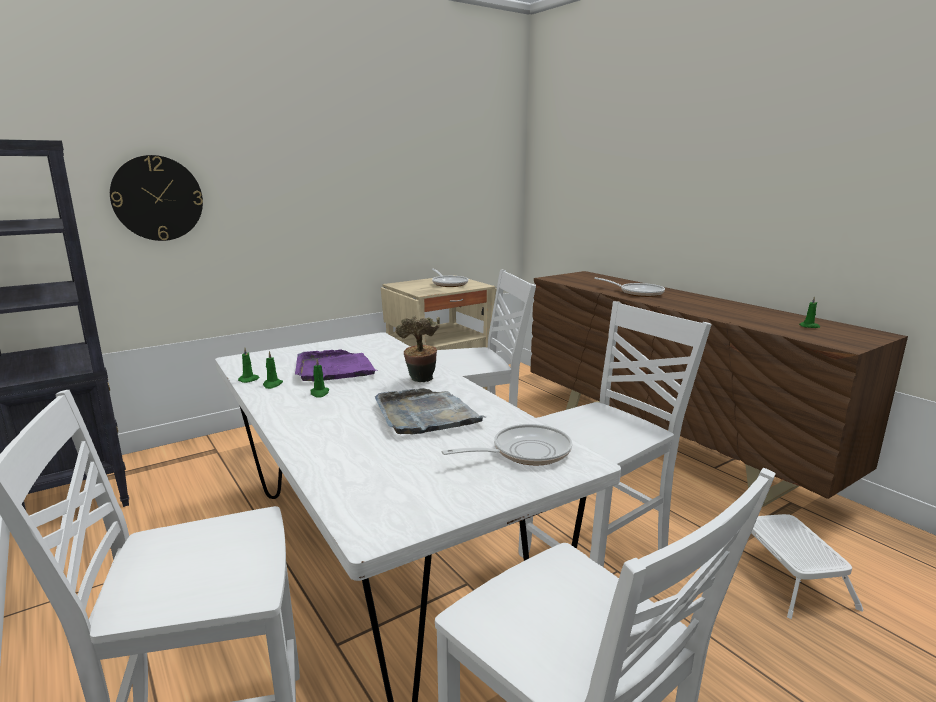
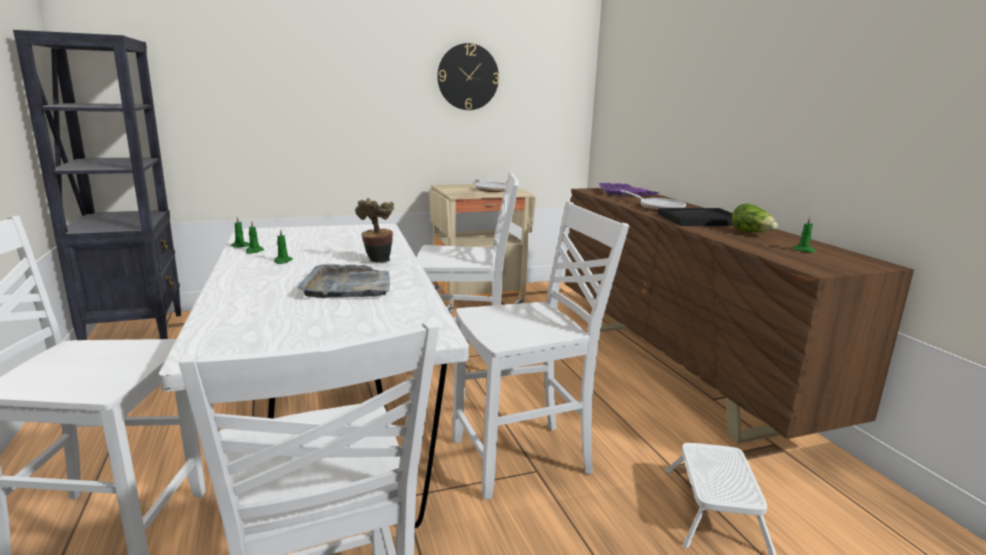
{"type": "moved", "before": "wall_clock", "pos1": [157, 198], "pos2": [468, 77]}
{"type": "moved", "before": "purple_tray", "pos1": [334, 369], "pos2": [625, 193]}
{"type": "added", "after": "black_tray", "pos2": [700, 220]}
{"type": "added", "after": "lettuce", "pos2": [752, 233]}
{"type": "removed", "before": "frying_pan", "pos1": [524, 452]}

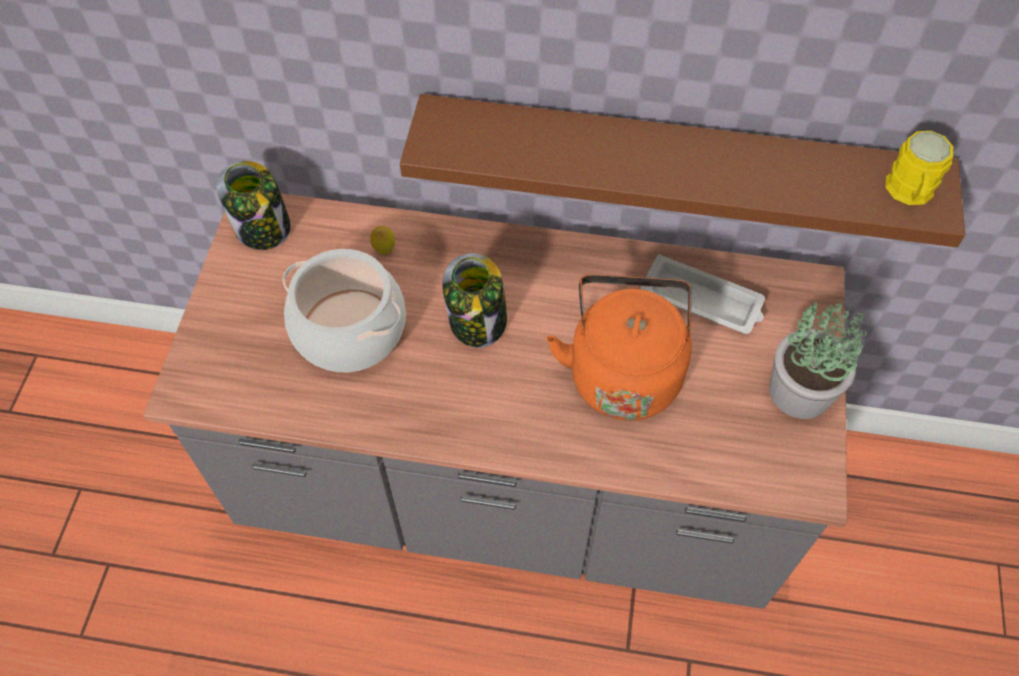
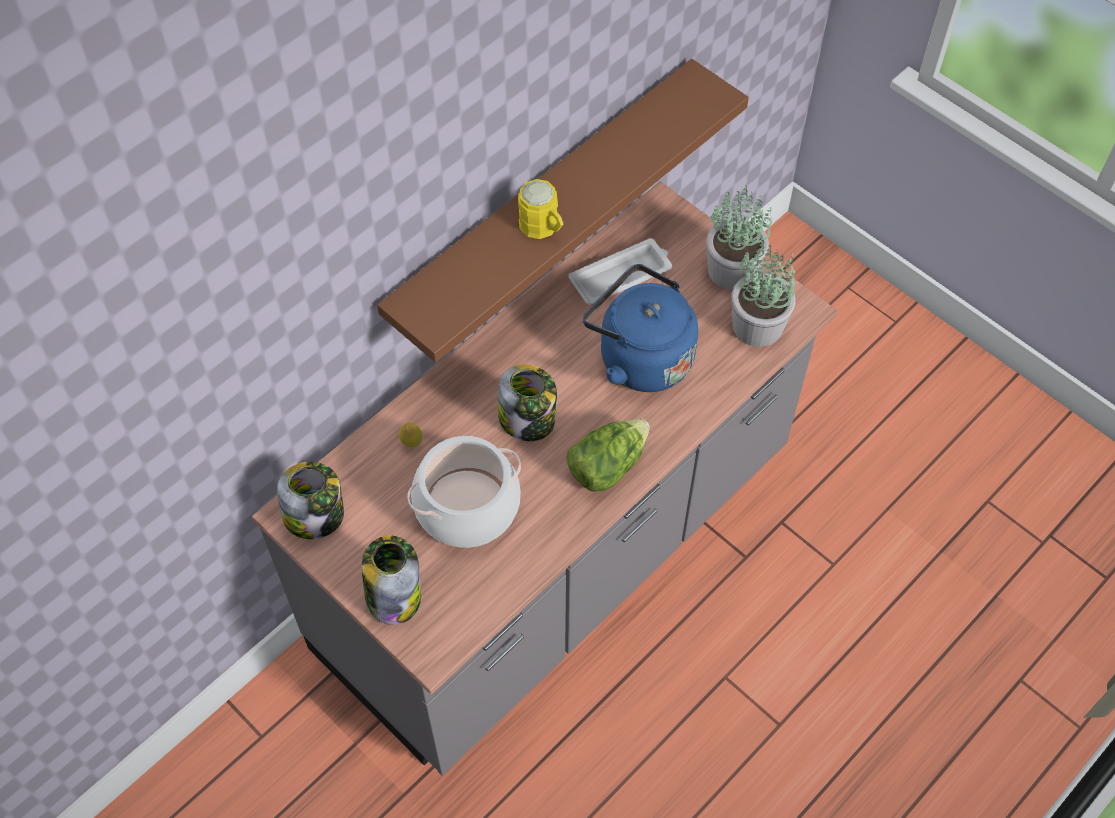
{"type": "added", "after": "jar", "pos2": [393, 595]}
{"type": "moved", "before": "yellow_mug", "pos1": [909, 193], "pos2": [543, 228]}
{"type": "added", "after": "lettuce", "pos2": [607, 465]}
{"type": "recoloured", "before": "orange_kettle", "after": "blue_kettle", "pos1": [623, 371], "pos2": [640, 357]}
{"type": "added", "after": "potted_plant", "pos2": [756, 325]}

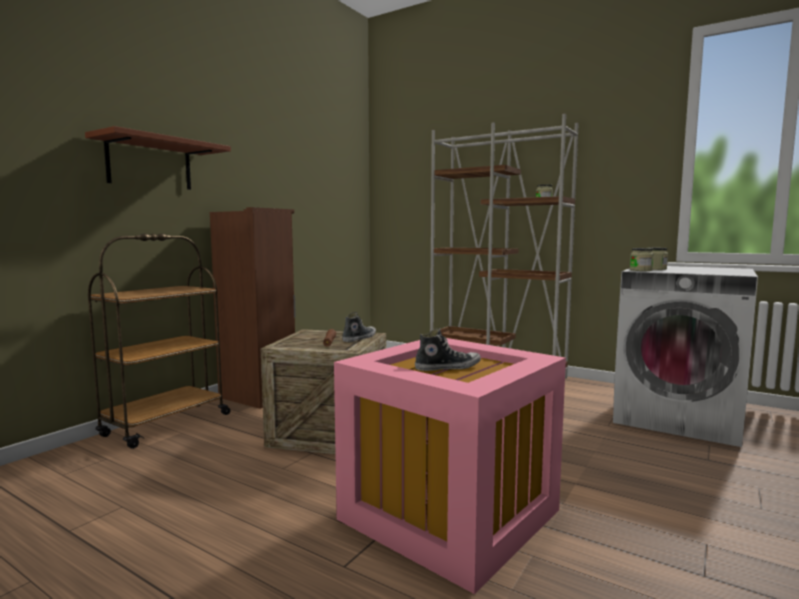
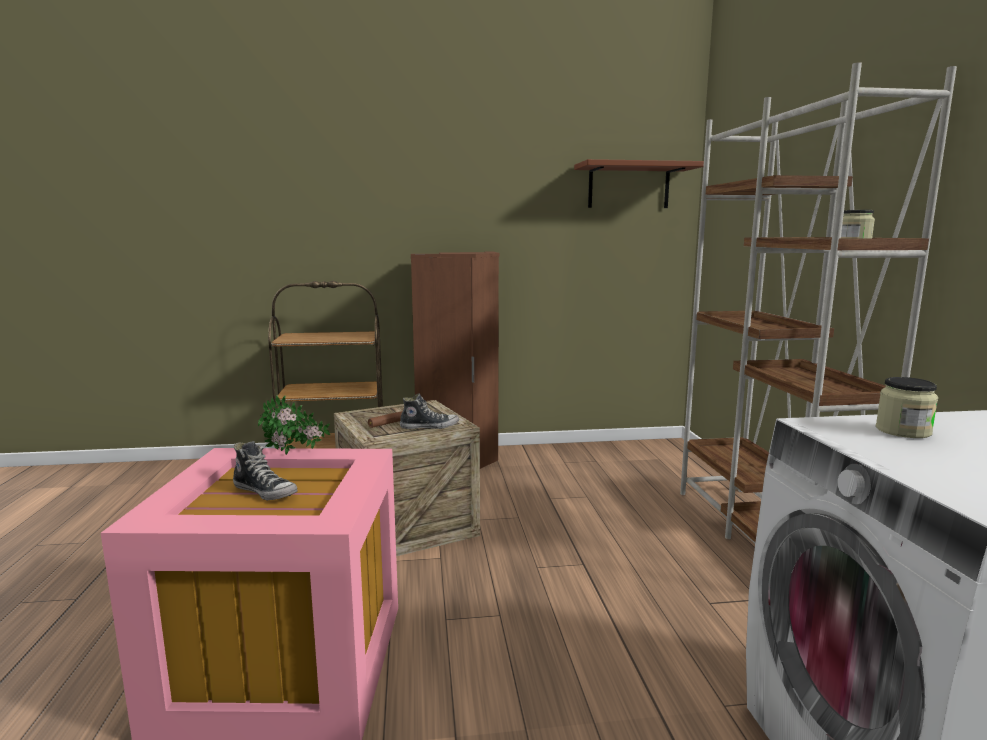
{"type": "added", "after": "potted_plant", "pos2": [295, 453]}
{"type": "moved", "before": "brown_shelf", "pos1": [150, 164], "pos2": [628, 186]}
{"type": "removed", "before": "jar", "pos1": [640, 270]}

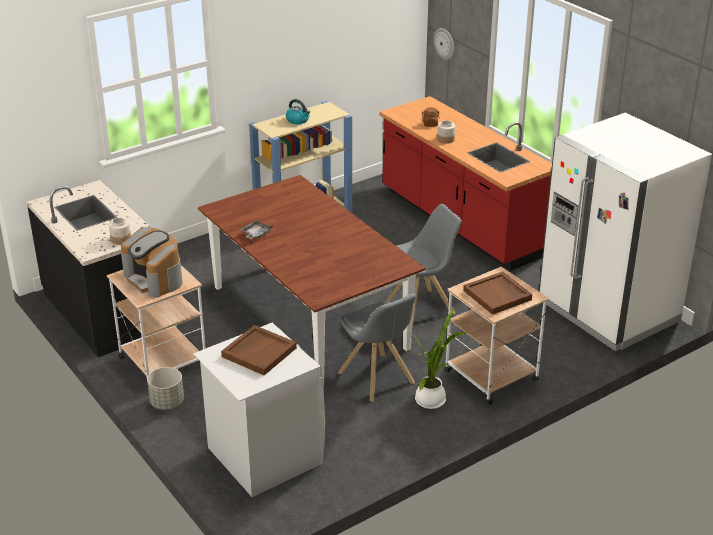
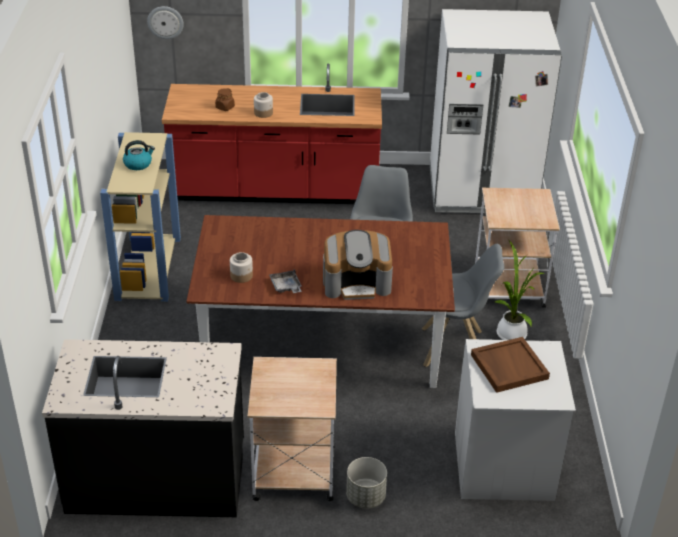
{"type": "moved", "before": "jar", "pos1": [121, 239], "pos2": [241, 276]}
{"type": "moved", "before": "coffee_machine", "pos1": [154, 279], "pos2": [357, 283]}
{"type": "removed", "before": "brown_tray", "pos1": [498, 295]}

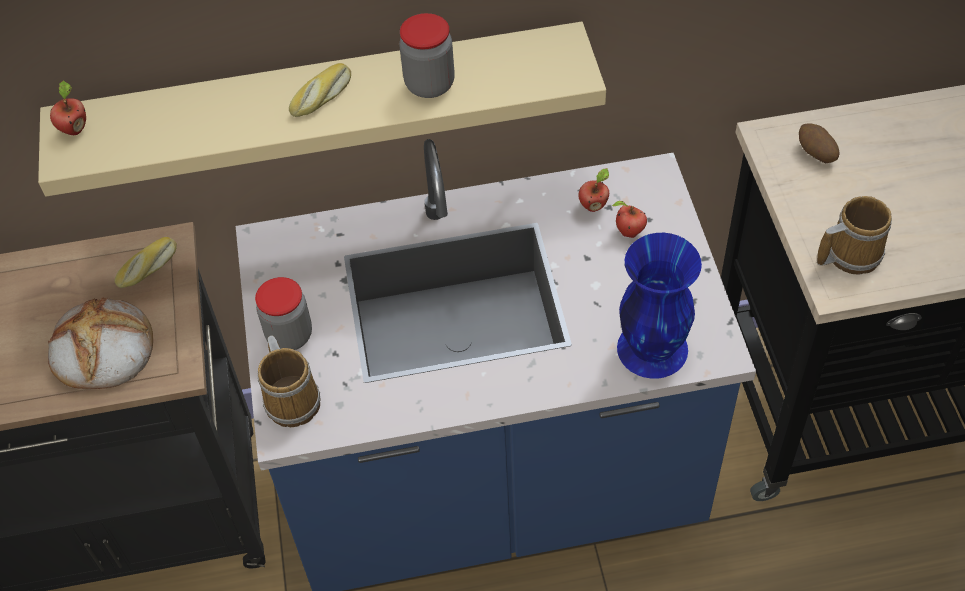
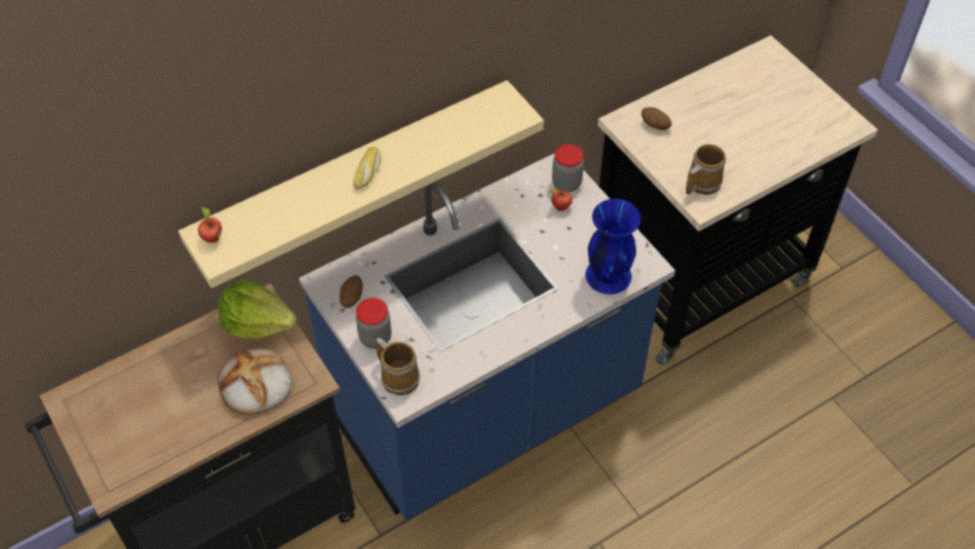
{"type": "replaced", "before": "bread", "after": "lettuce", "pos1": [149, 268], "pos2": [257, 322]}
{"type": "added", "after": "potato", "pos2": [351, 298]}
{"type": "moved", "before": "jar", "pos1": [429, 84], "pos2": [566, 183]}
{"type": "removed", "before": "apple", "pos1": [593, 205]}

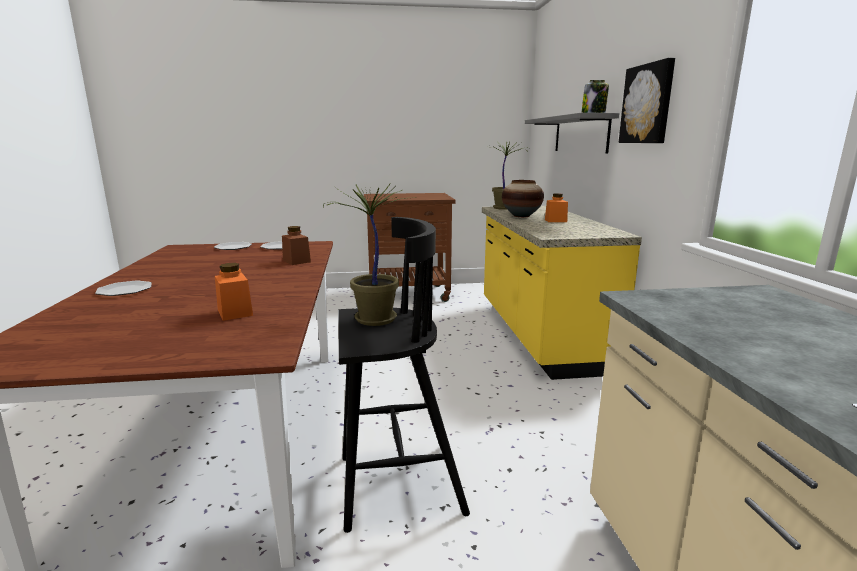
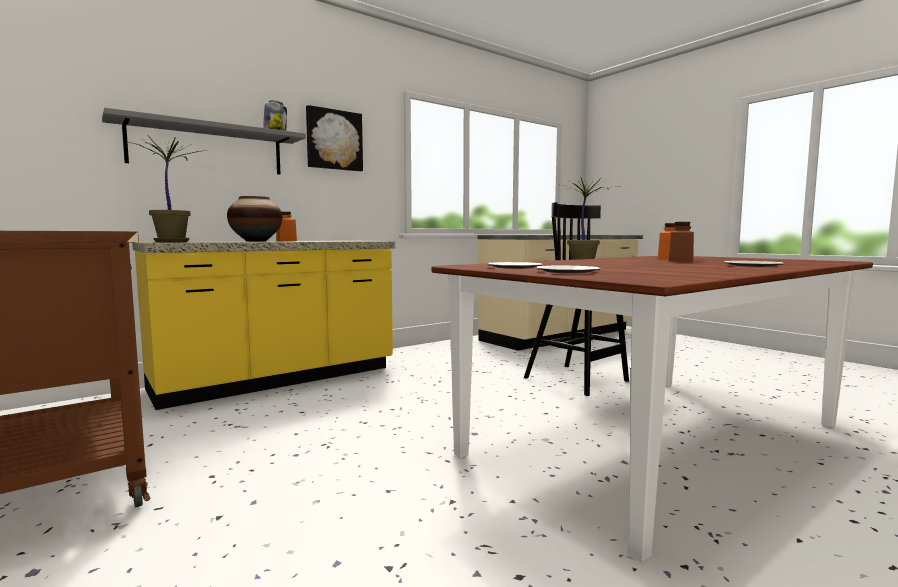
{"type": "moved", "before": "brown_jar", "pos1": [296, 261], "pos2": [680, 261]}

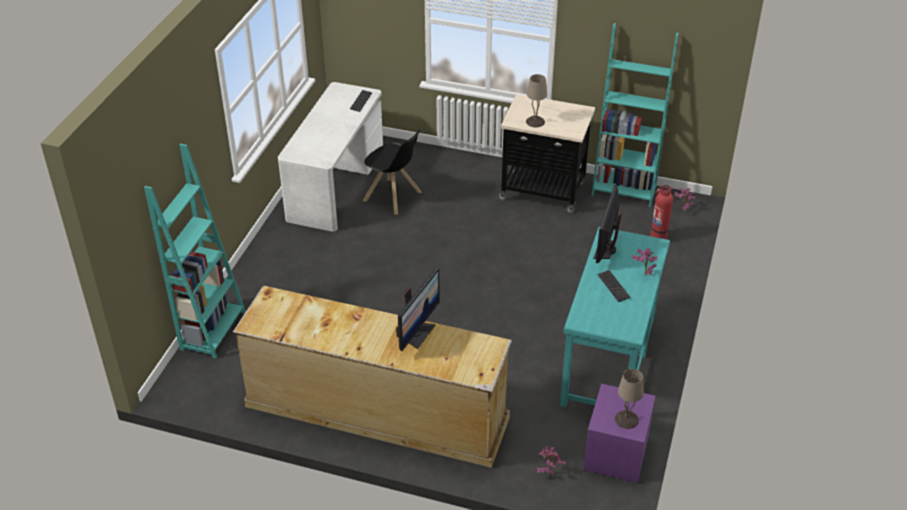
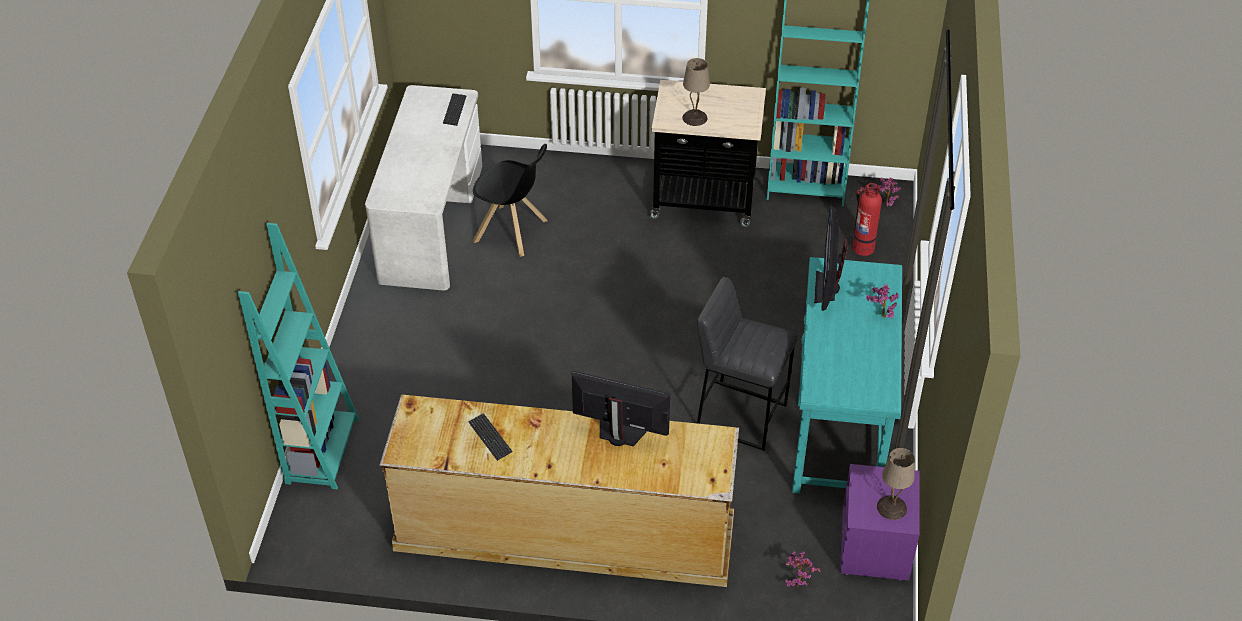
{"type": "moved", "before": "keyboard", "pos1": [613, 286], "pos2": [490, 437]}
{"type": "turned", "before": "monitor", "pos1": [417, 333], "pos2": [619, 435], "turn": -90}
{"type": "added", "after": "grey_stool", "pos2": [740, 415]}

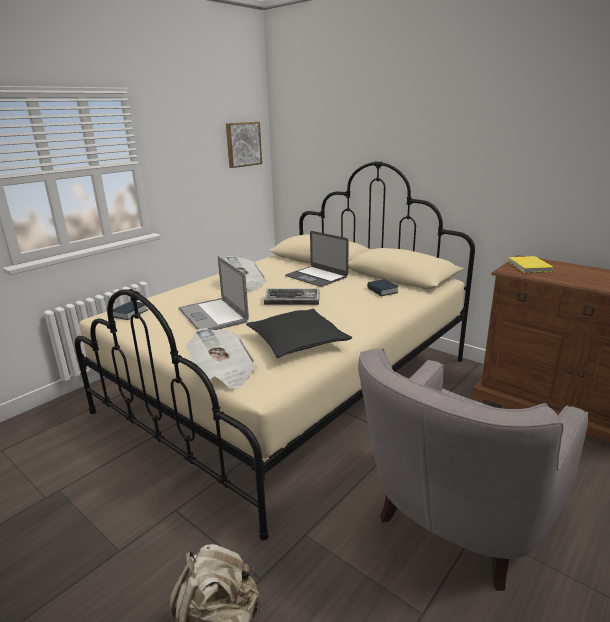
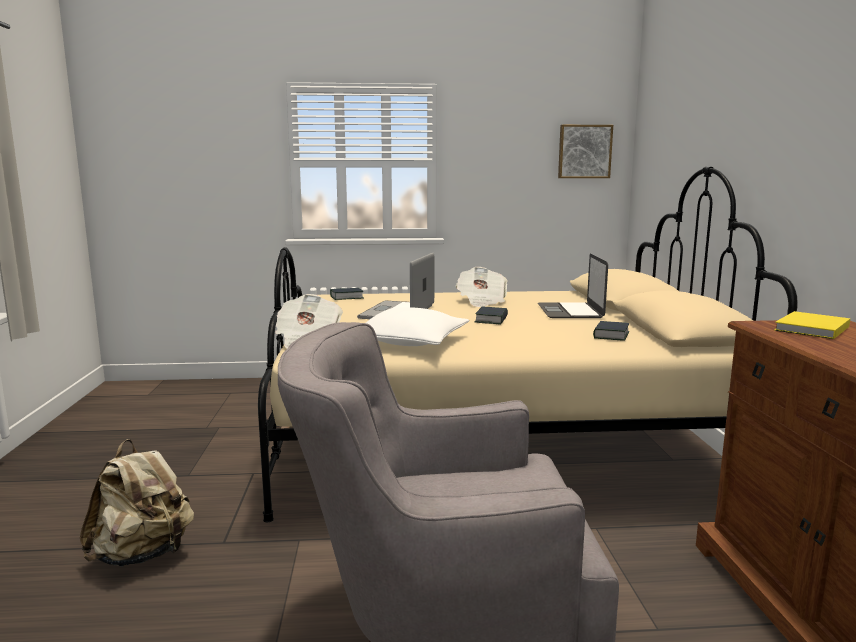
{"type": "recoloured", "before": "black_pillow", "after": "white_pillow", "pos1": [297, 342], "pos2": [410, 342]}
{"type": "replaced", "before": "keyboard", "after": "book", "pos1": [293, 300], "pos2": [491, 320]}

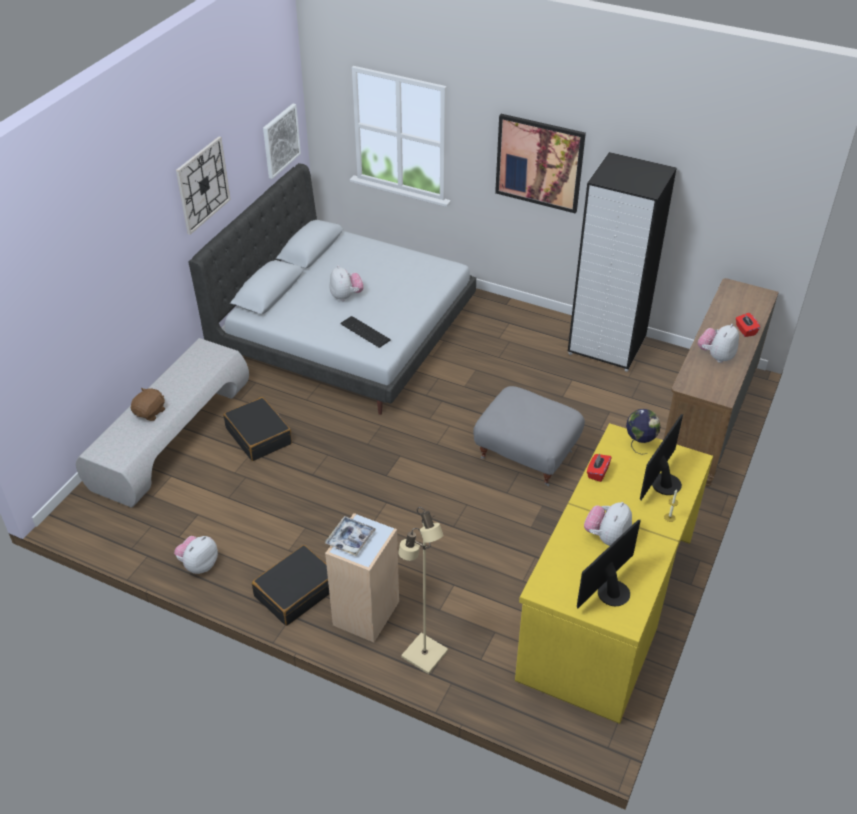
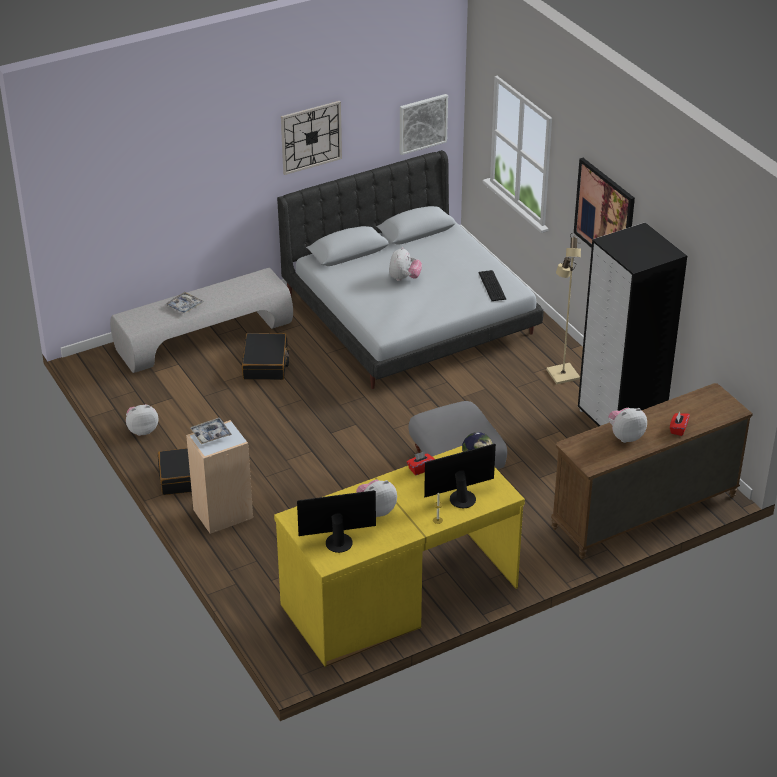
{"type": "replaced", "before": "brown_plush_toy", "after": "tray", "pos1": [150, 412], "pos2": [184, 306]}
{"type": "moved", "before": "keyboard", "pos1": [365, 332], "pos2": [491, 286]}
{"type": "moved", "before": "beige_floor_lamp", "pos1": [424, 653], "pos2": [563, 374]}

